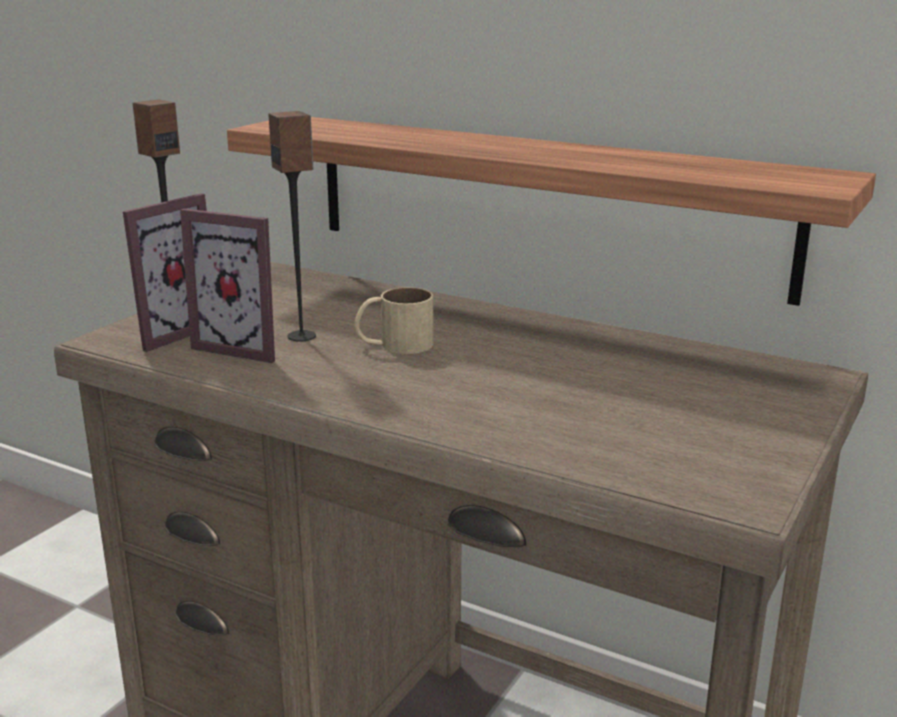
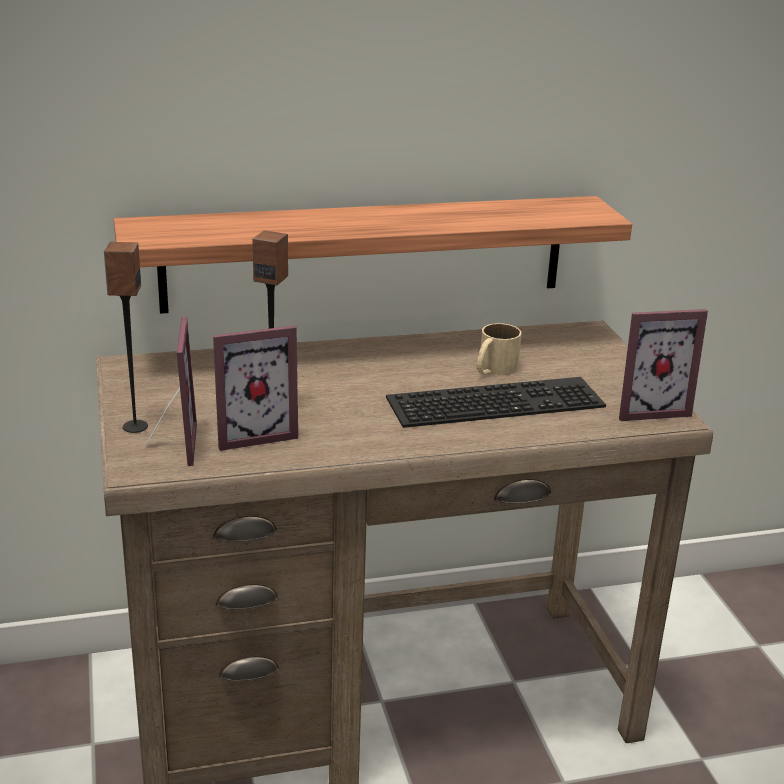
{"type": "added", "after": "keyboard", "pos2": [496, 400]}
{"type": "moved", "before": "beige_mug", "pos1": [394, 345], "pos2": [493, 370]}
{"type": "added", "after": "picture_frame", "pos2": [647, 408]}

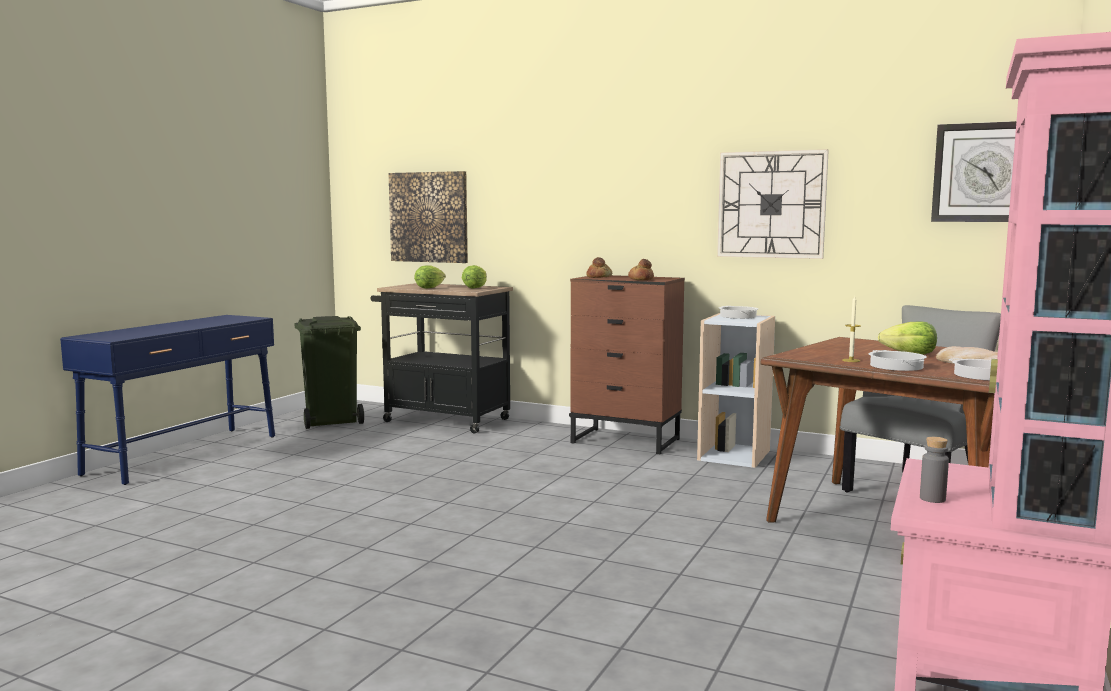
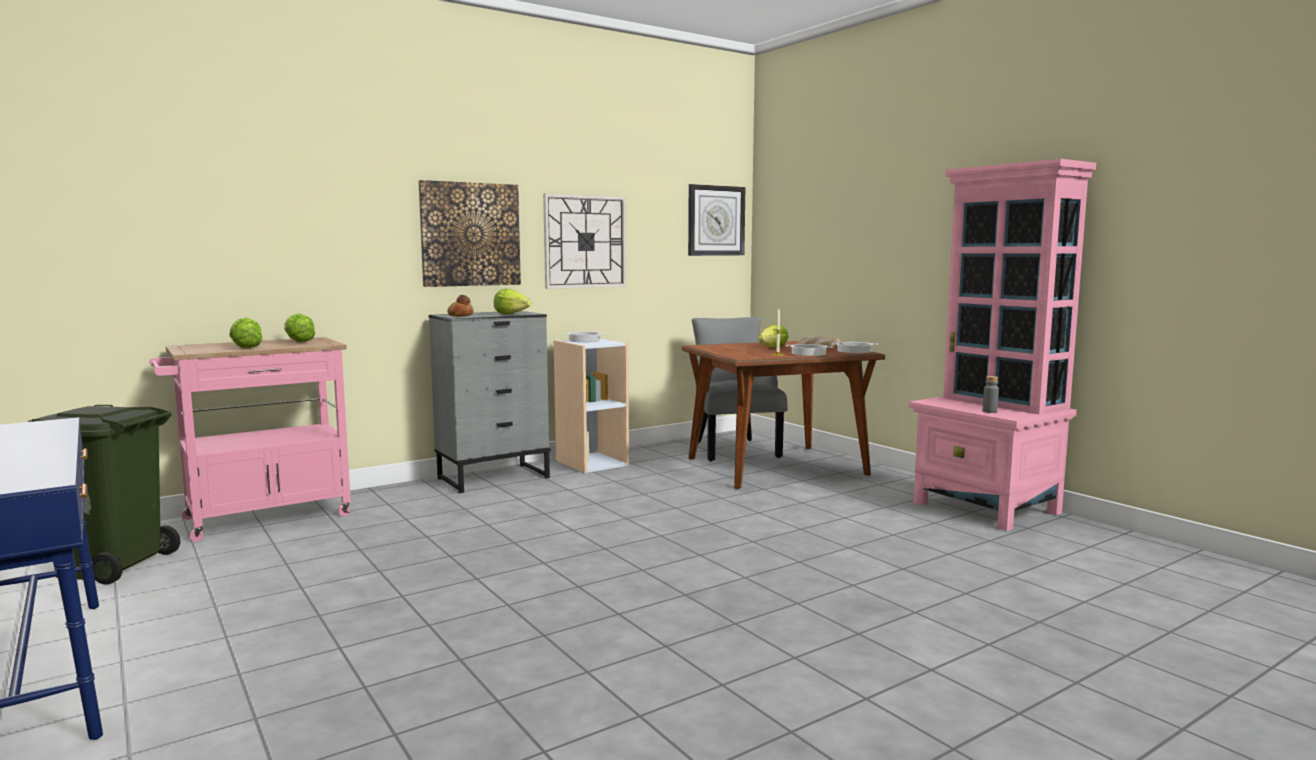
{"type": "recoloured", "before": "black_cart", "after": "pink_cart", "pos1": [443, 420], "pos2": [262, 518]}
{"type": "moved", "before": "picture", "pos1": [429, 217], "pos2": [470, 234]}
{"type": "recoloured", "before": "brown_dresser", "after": "grey_dresser", "pos1": [626, 441], "pos2": [494, 478]}
{"type": "replaced", "before": "bread", "after": "lettuce", "pos1": [641, 279], "pos2": [511, 314]}

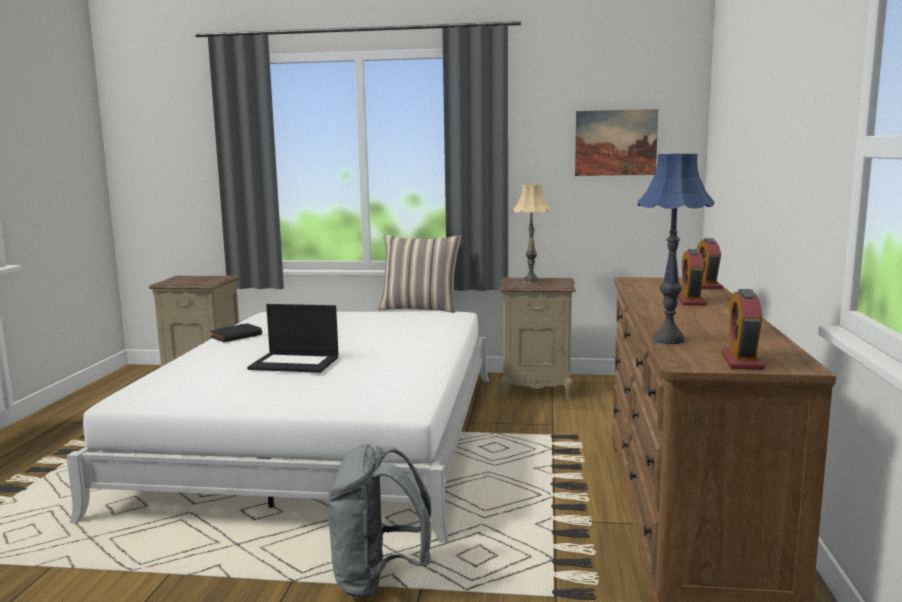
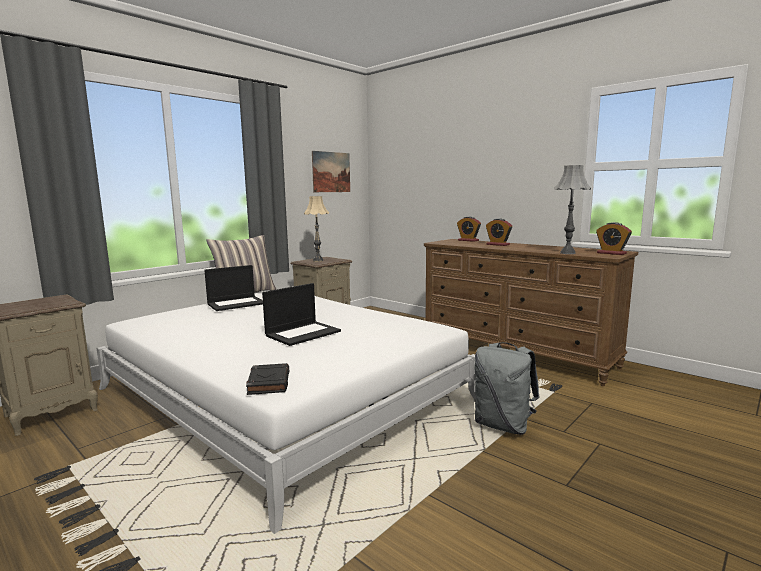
{"type": "added", "after": "laptop", "pos2": [236, 303]}
{"type": "moved", "before": "black_book", "pos1": [236, 336], "pos2": [268, 382]}
{"type": "recoloured", "before": "blue_table_lamp", "after": "grey_table_lamp", "pos1": [668, 340], "pos2": [567, 253]}

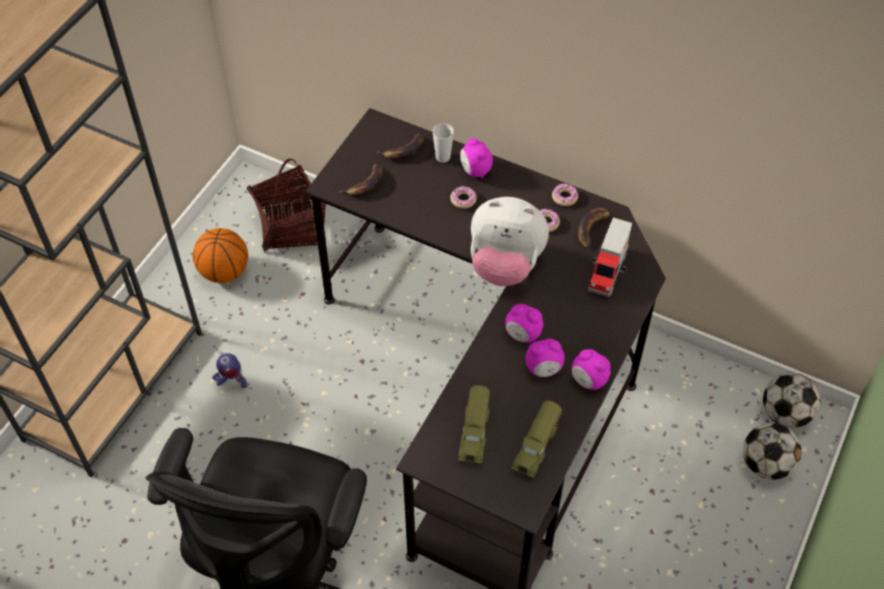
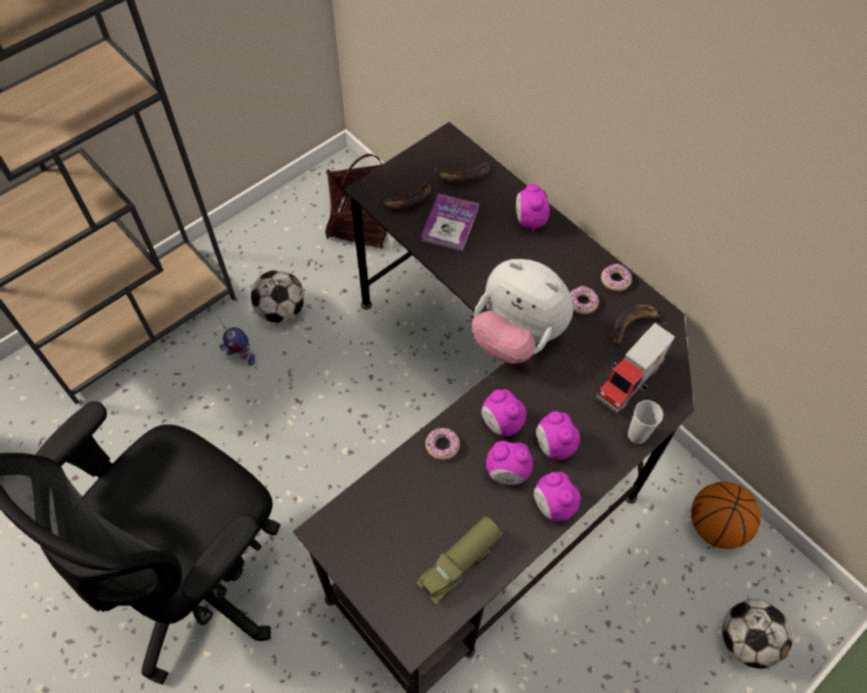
{"type": "moved", "before": "football", "pos1": [785, 414], "pos2": [281, 311]}
{"type": "added", "after": "book", "pos2": [450, 223]}
{"type": "moved", "before": "donut", "pos1": [463, 200], "pos2": [442, 445]}
{"type": "added", "after": "alarm_clock", "pos2": [553, 446]}
{"type": "moved", "before": "cup", "pos1": [443, 157], "pos2": [637, 435]}
{"type": "moved", "before": "basketball", "pos1": [224, 272], "pos2": [715, 525]}
{"type": "removed", "before": "toy_truck", "pos1": [475, 432]}

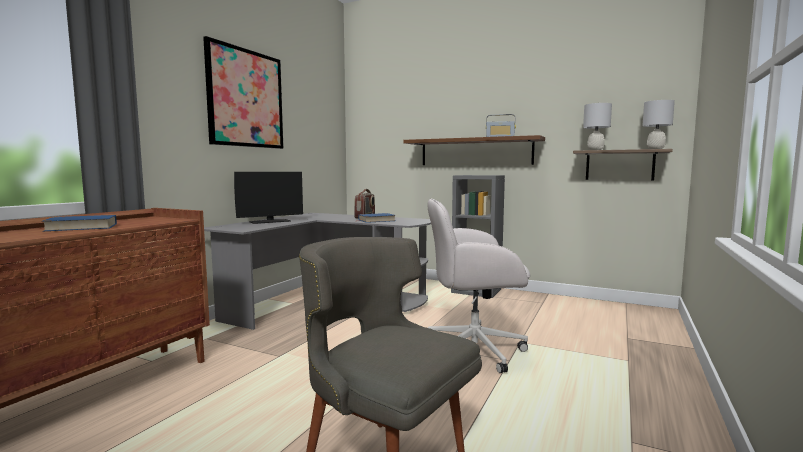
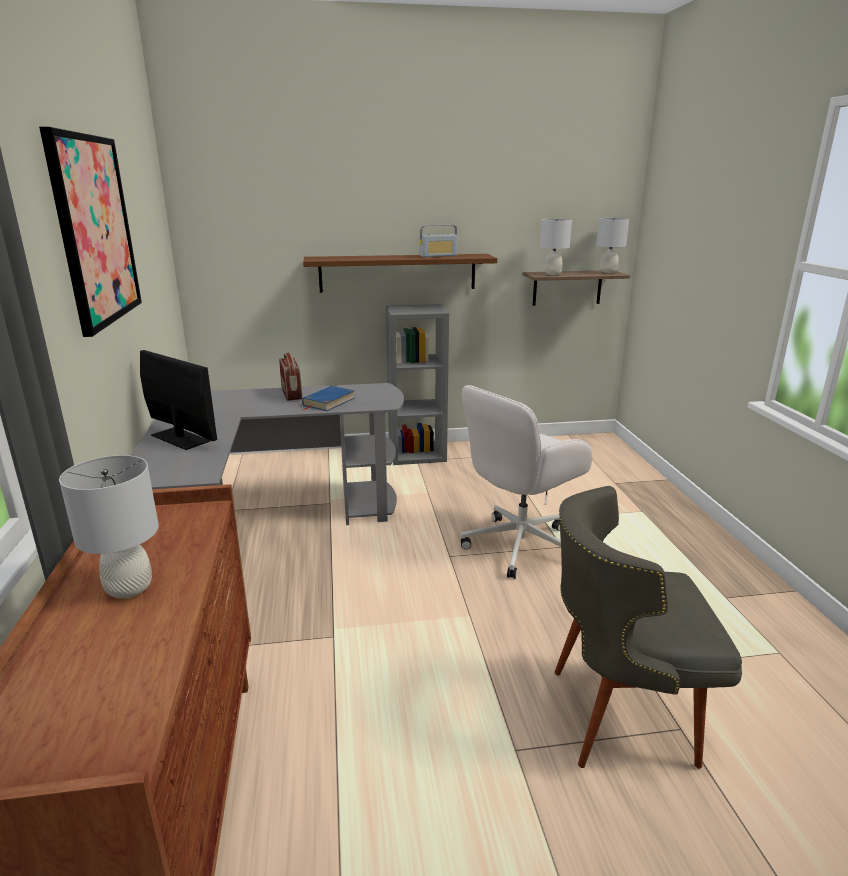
{"type": "replaced", "before": "blue_book", "after": "grey_table_lamp", "pos1": [81, 227], "pos2": [128, 589]}
{"type": "turned", "before": "monitor", "pos1": [270, 221], "pos2": [180, 438], "turn": -75}

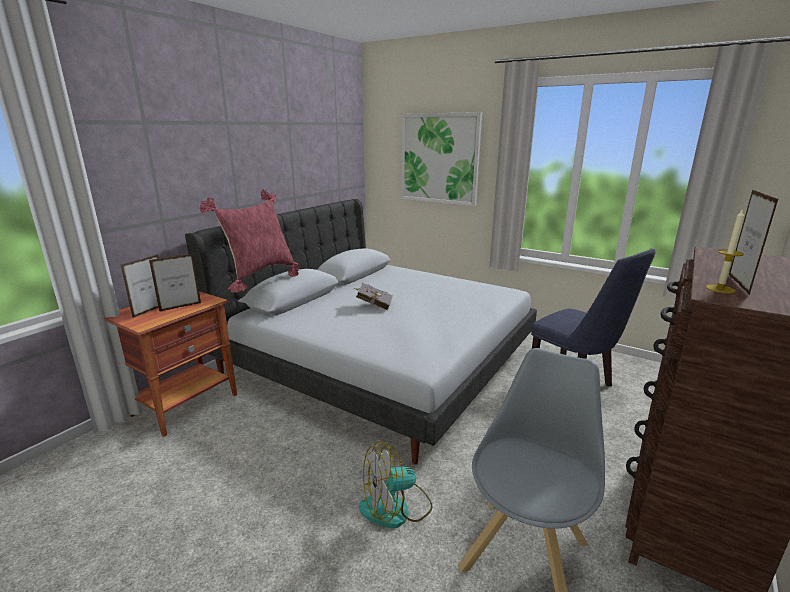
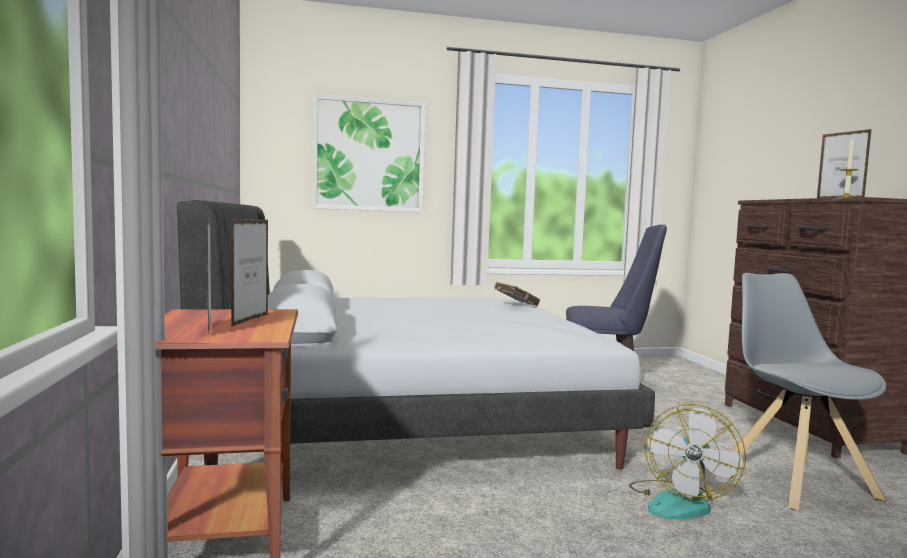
{"type": "moved", "before": "grey_book", "pos1": [373, 305], "pos2": [514, 305]}
{"type": "removed", "before": "red_pillow", "pos1": [258, 282]}

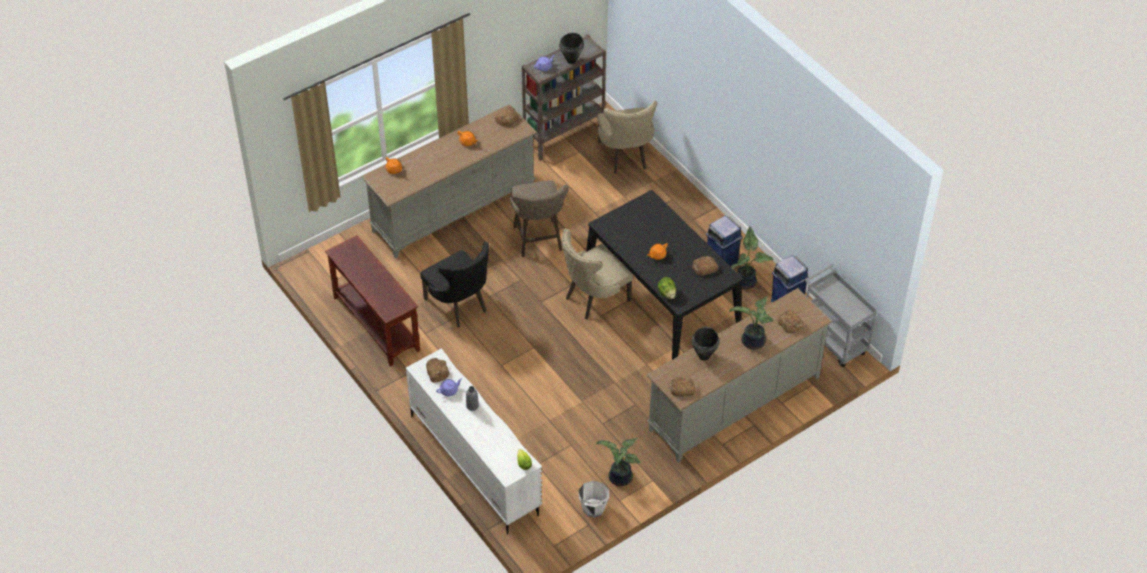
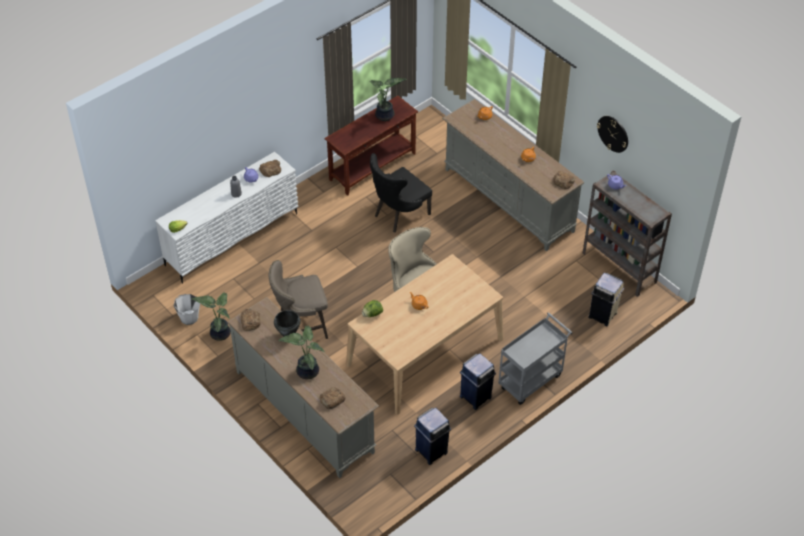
{"type": "moved", "before": "beige_stool", "pos1": [538, 240], "pos2": [300, 329]}
{"type": "recoloured", "before": "black_dining_table", "after": "beige_dining_table", "pos1": [661, 298], "pos2": [425, 352]}
{"type": "moved", "before": "potted_plant", "pos1": [746, 281], "pos2": [385, 116]}
{"type": "moved", "before": "grey_cart", "pos1": [832, 341], "pos2": [531, 381]}
{"type": "replaced", "before": "beige_chair", "after": "beige_trash_can", "pos1": [625, 156], "pos2": [603, 315]}
{"type": "added", "after": "wall_clock", "pos2": [613, 133]}
{"type": "removed", "before": "black_cooking_pot", "pos1": [571, 60]}
{"type": "removed", "before": "bread", "pos1": [704, 268]}

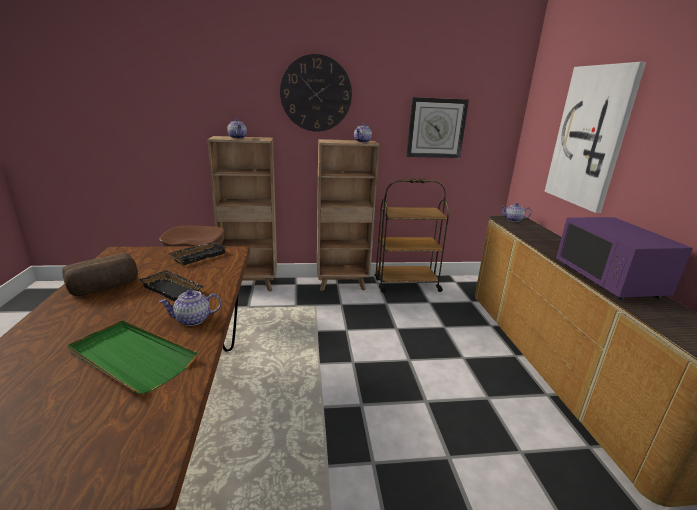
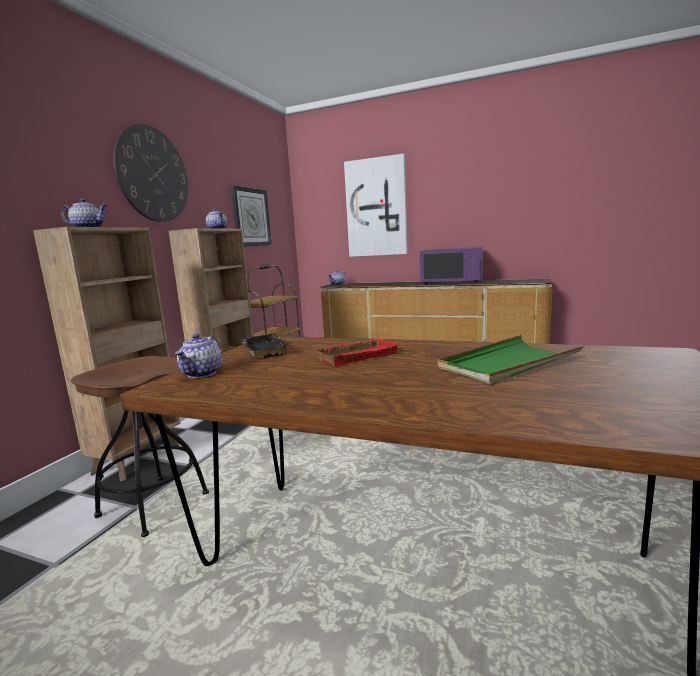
{"type": "moved", "before": "teapot", "pos1": [192, 320], "pos2": [202, 373]}
{"type": "recoloured", "before": "black_tray", "after": "red_tray", "pos1": [174, 290], "pos2": [356, 356]}
{"type": "removed", "before": "bread", "pos1": [105, 288]}

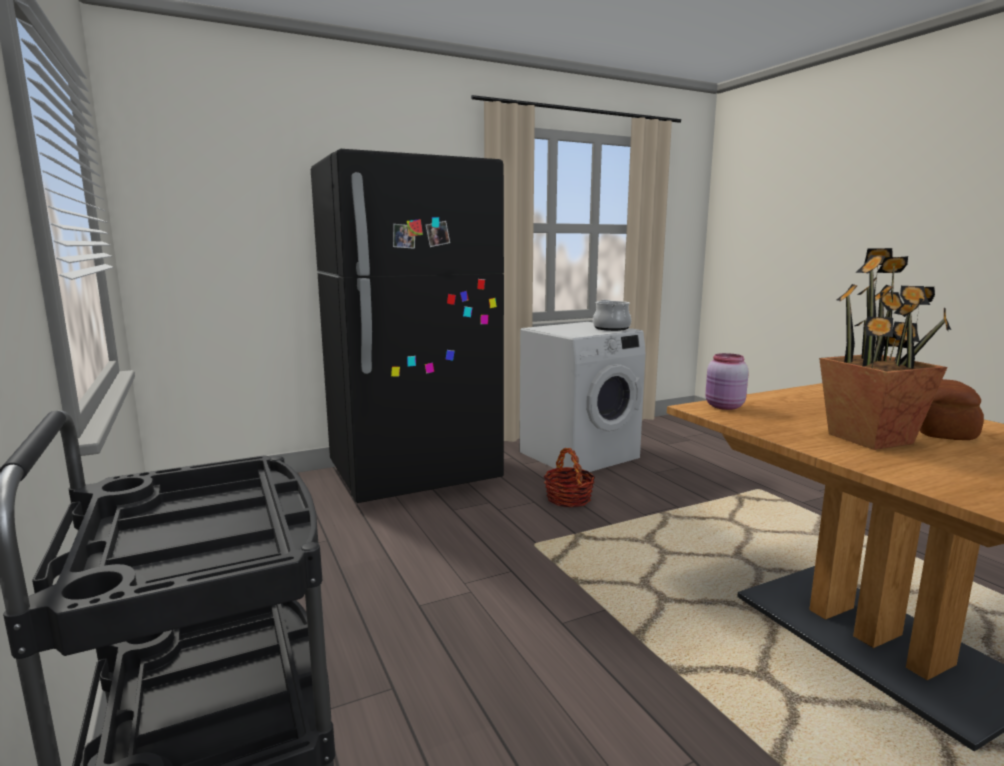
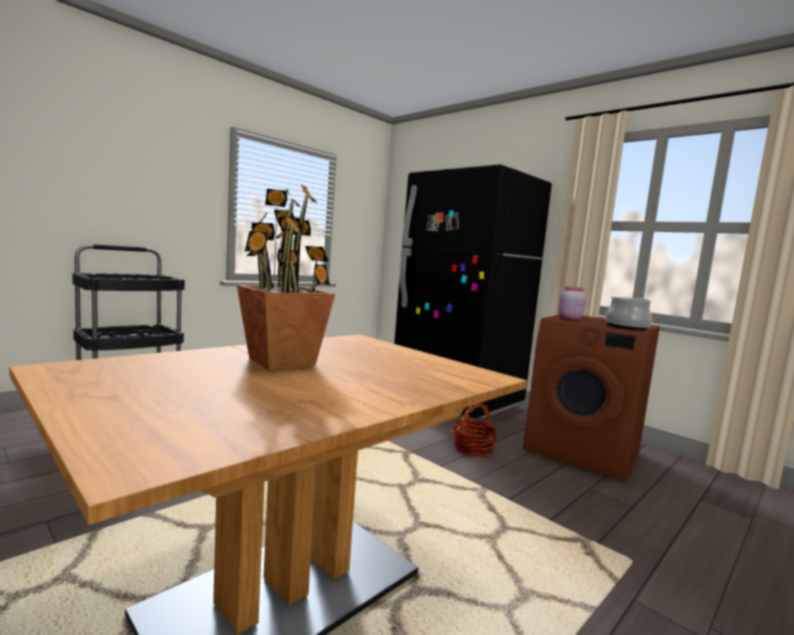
{"type": "recoloured", "before": "white_washing_machine", "after": "brown_washing_machine", "pos1": [580, 455], "pos2": [581, 451]}
{"type": "moved", "before": "pink_jar", "pos1": [724, 406], "pos2": [569, 318]}
{"type": "removed", "before": "bread", "pos1": [941, 431]}

